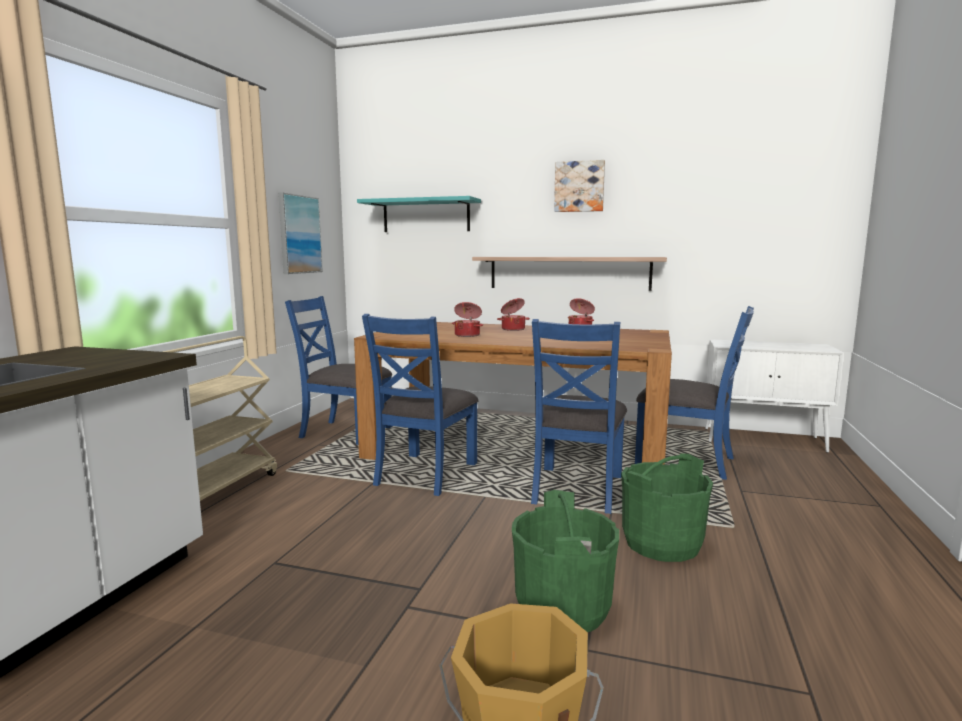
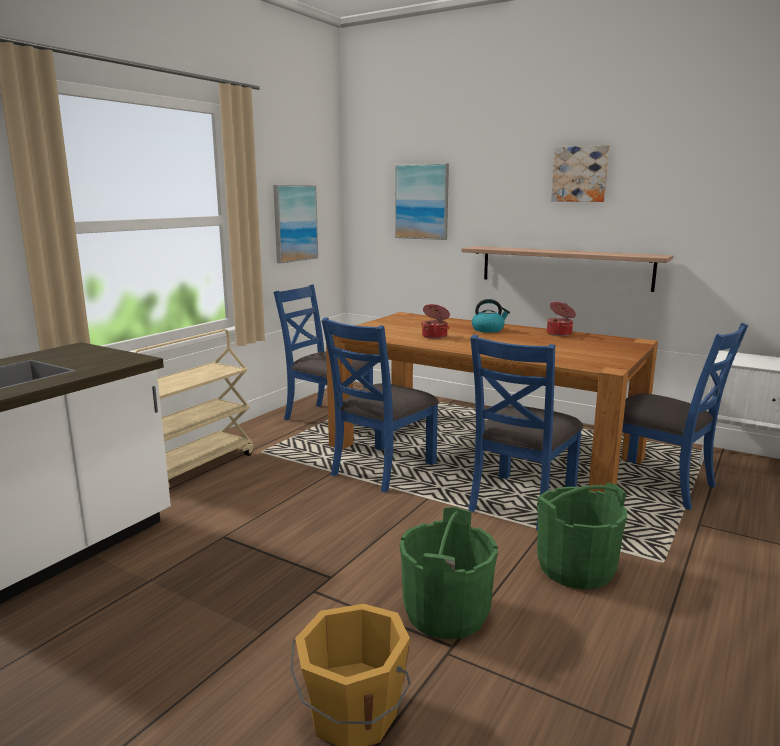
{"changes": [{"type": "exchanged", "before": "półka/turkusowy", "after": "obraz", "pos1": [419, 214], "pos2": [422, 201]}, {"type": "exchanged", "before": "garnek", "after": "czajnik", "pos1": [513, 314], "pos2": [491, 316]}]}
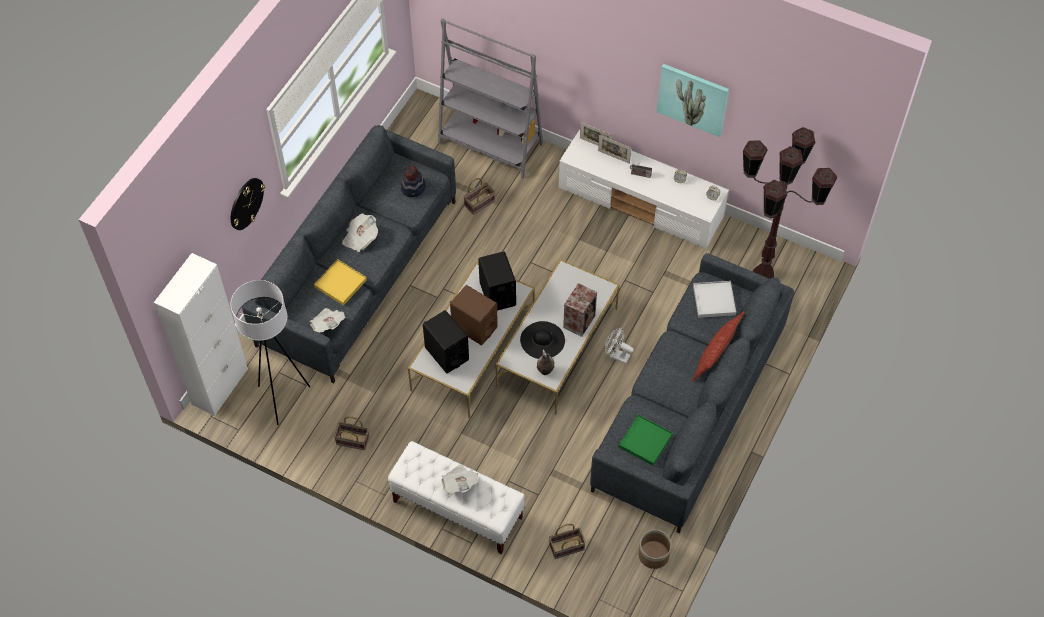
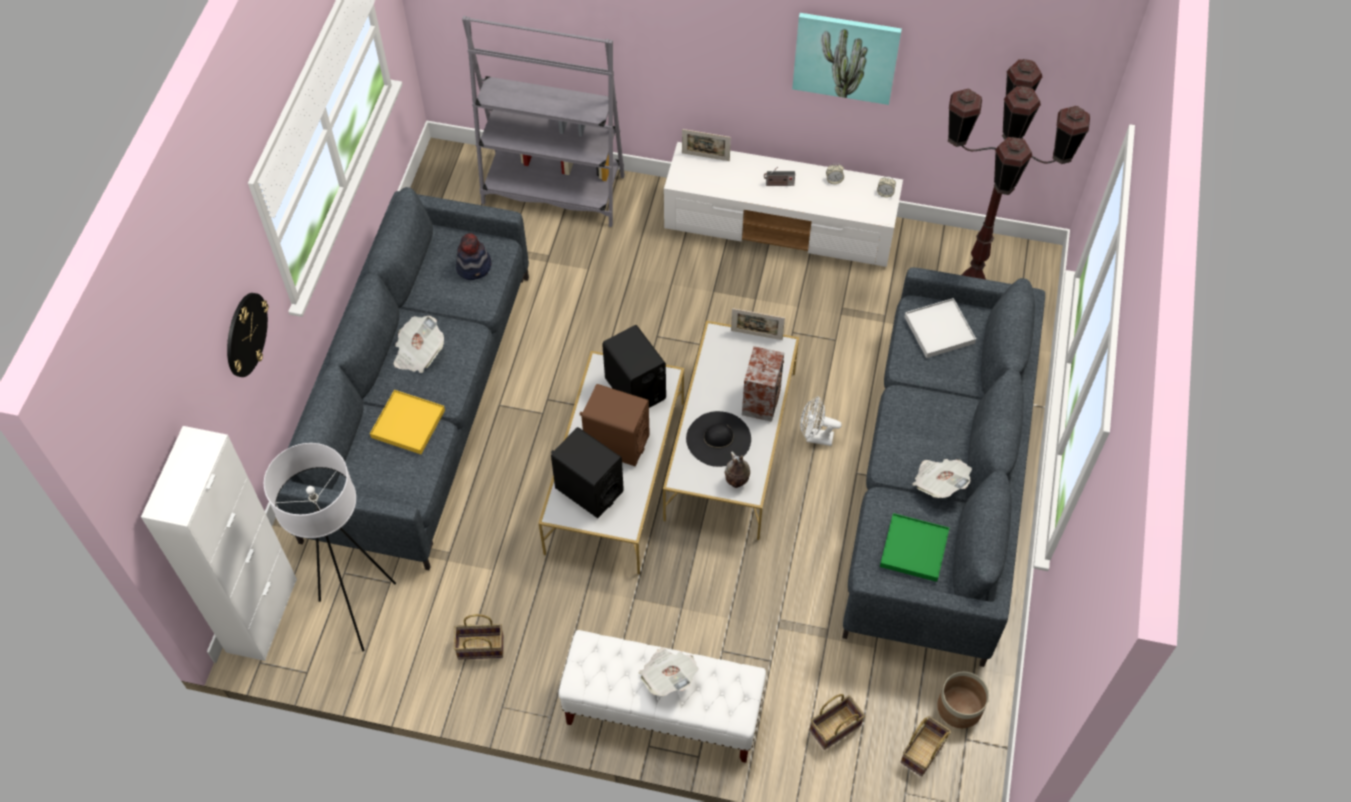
{"changes": [{"type": "relocated", "before": "gazeta", "pos1": [327, 320], "pos2": [942, 478]}, {"type": "relocated", "before": "koszyk", "pos1": [479, 196], "pos2": [926, 746]}, {"type": "relocated", "before": "ramka na zdjęcie", "pos1": [614, 149], "pos2": [758, 324]}, {"type": "missing", "before": "poduszka", "pos1": [717, 346]}]}
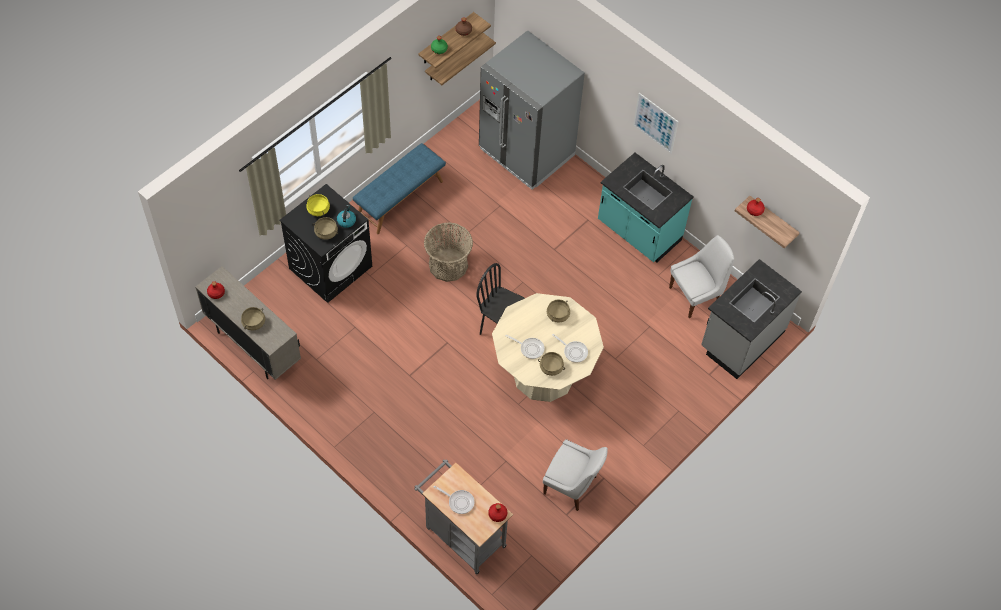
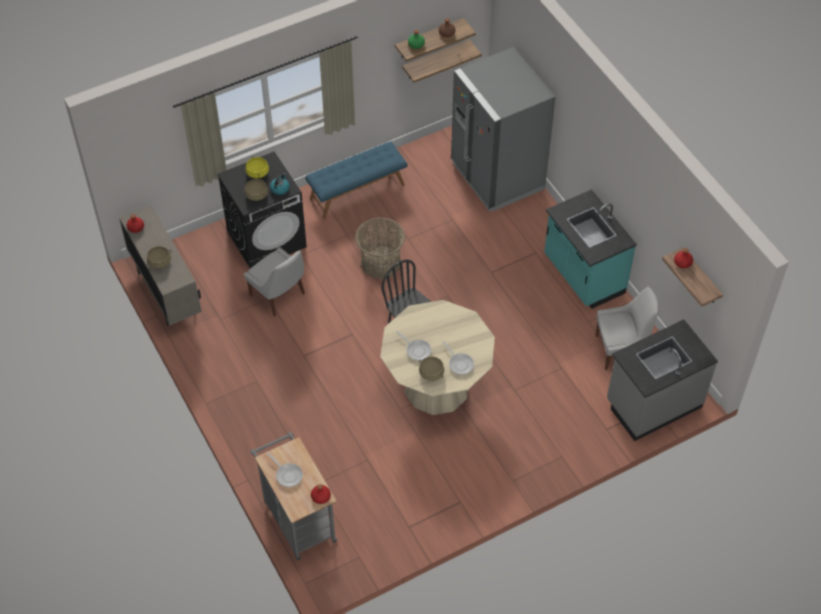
{"changes": [{"type": "relocated", "before": "krzesło/biały", "pos1": [575, 475], "pos2": [274, 281]}, {"type": "missing", "before": "garnek/beżowy", "pos1": [558, 311]}, {"type": "missing", "before": "obraz", "pos1": [656, 123]}]}
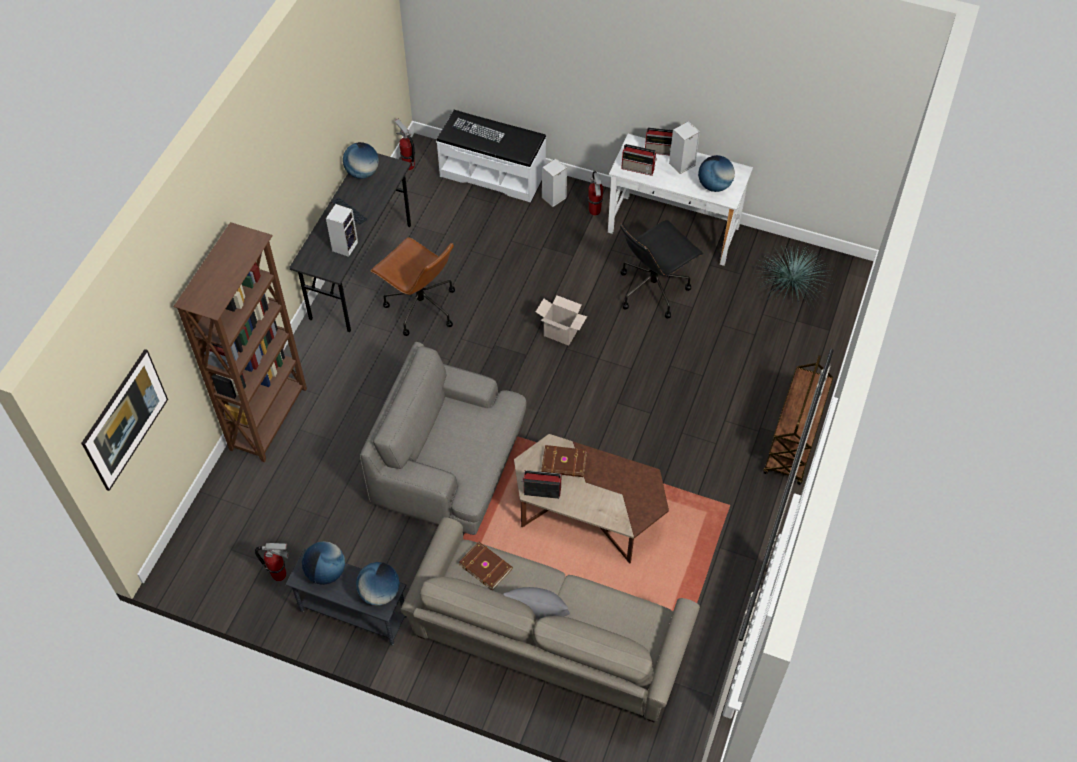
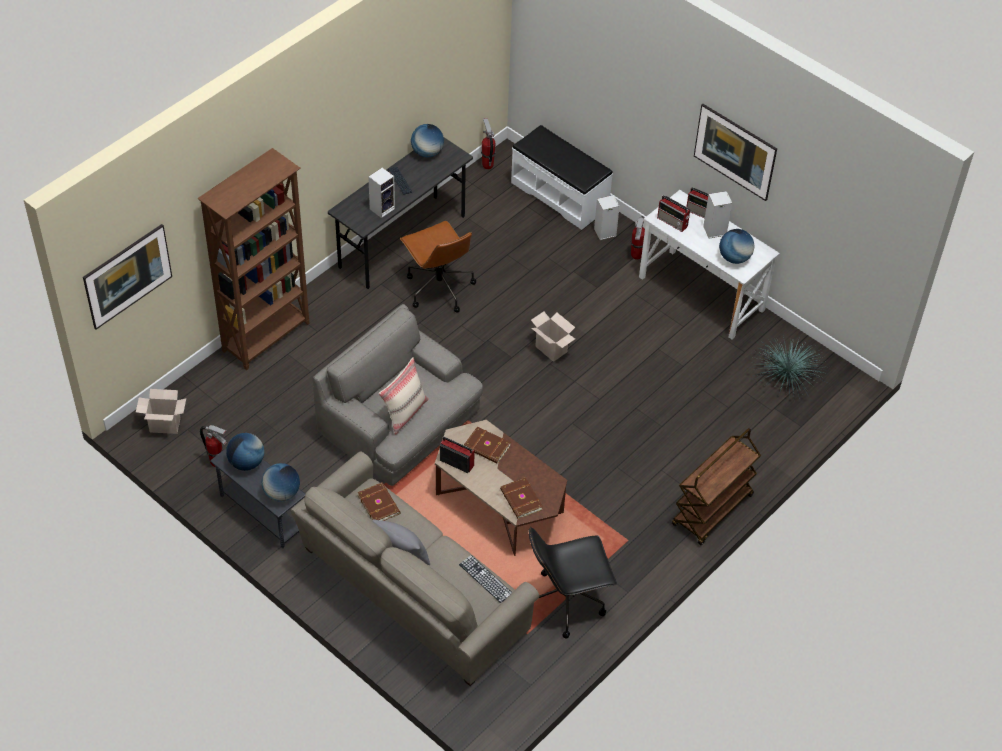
{"changes": [{"type": "relocated", "before": "klawiatura", "pos1": [478, 130], "pos2": [485, 579]}, {"type": "relocated", "before": "krzesło biurowe/czarny", "pos1": [661, 269], "pos2": [573, 583]}, {"type": "appeared", "after": "karton", "pos2": [161, 411]}, {"type": "appeared", "after": "poduszka/beżowy", "pos2": [404, 396]}, {"type": "appeared", "after": "książka/brązowy", "pos2": [521, 498]}, {"type": "appeared", "after": "obraz", "pos2": [735, 152]}]}
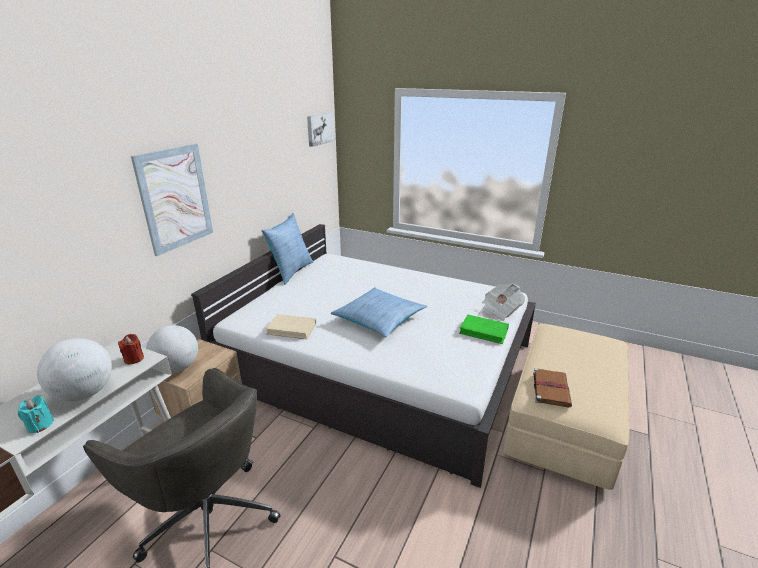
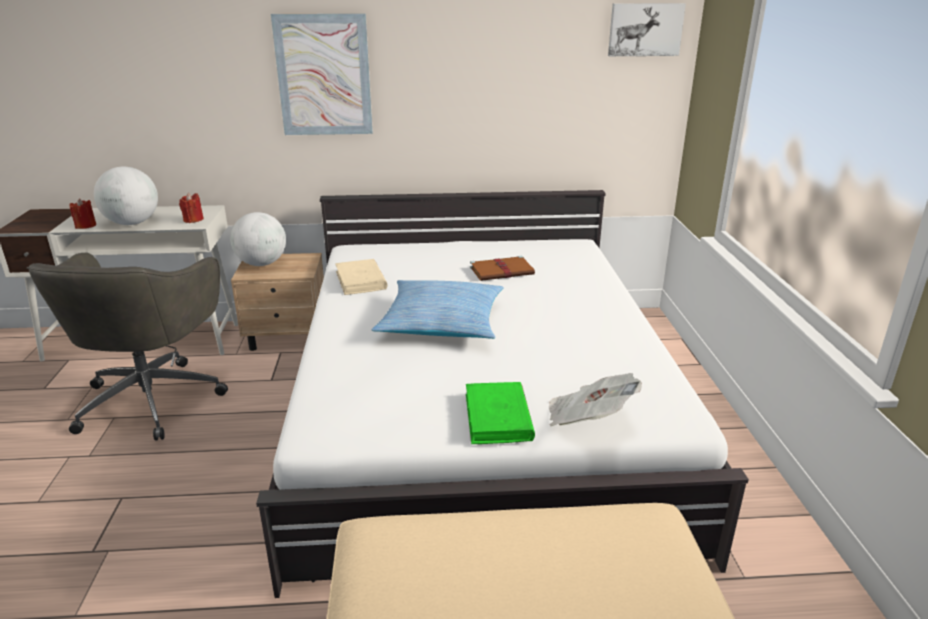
{"changes": [{"type": "colour", "before": "świeca/turkusowy", "after": "świeca/czerwony", "pos1": [36, 414], "pos2": [82, 213]}, {"type": "missing", "before": "poduszka", "pos1": [287, 249]}, {"type": "relocated", "before": "książka/brązowy", "pos1": [552, 387], "pos2": [502, 268]}]}
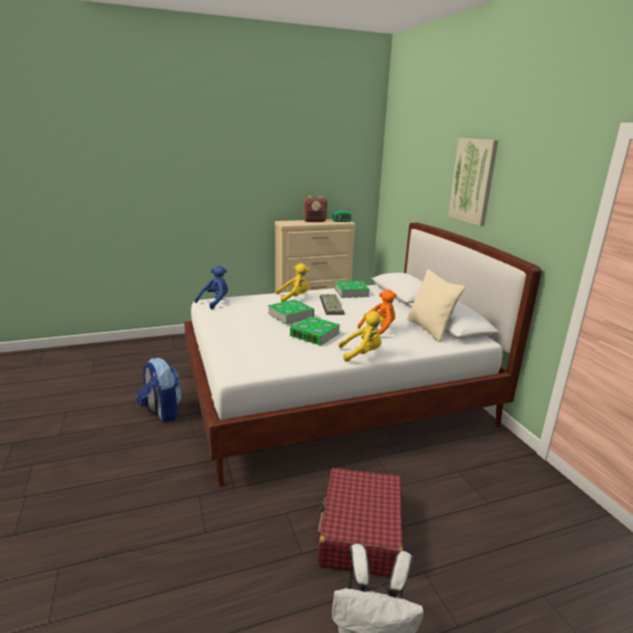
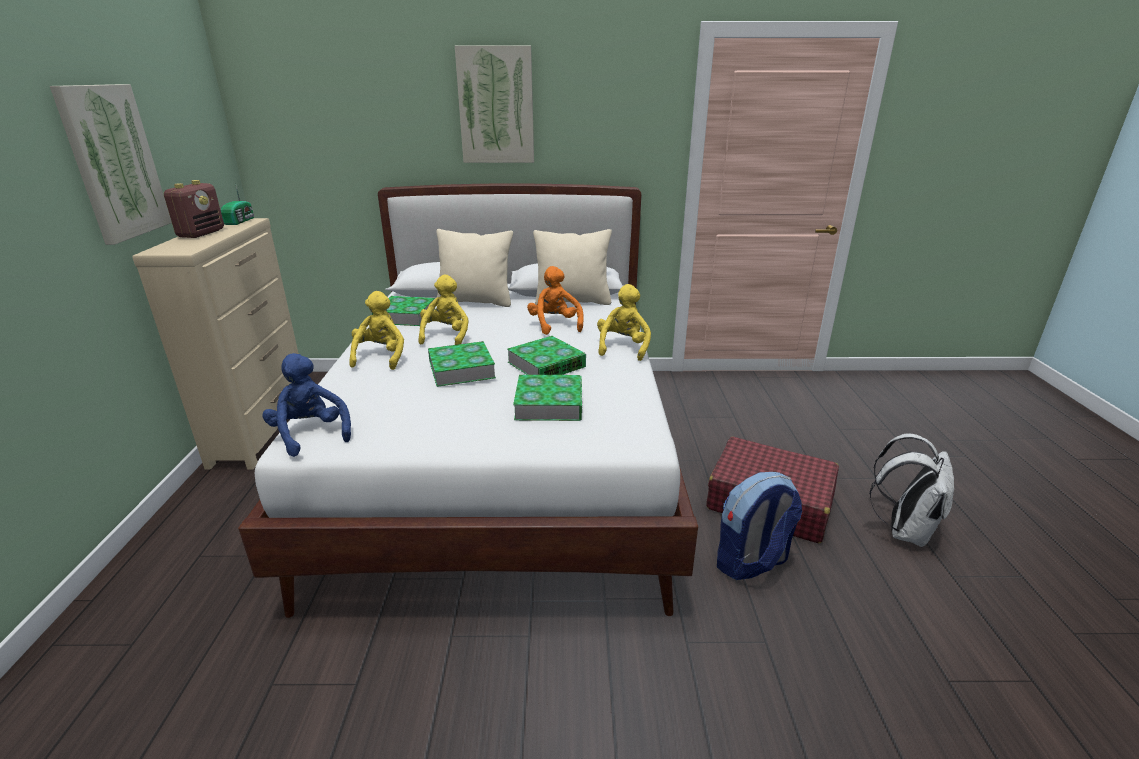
{"changes": [{"type": "relocated", "before": "plecak", "pos1": [159, 390], "pos2": [759, 526]}, {"type": "exchanged", "before": "klawiatura", "after": "pluszak/żółty", "pos1": [332, 304], "pos2": [443, 309]}, {"type": "appeared", "after": "obraz", "pos2": [111, 164]}, {"type": "appeared", "after": "poduszka/beżowy", "pos2": [475, 268]}, {"type": "appeared", "after": "książka", "pos2": [547, 398]}]}
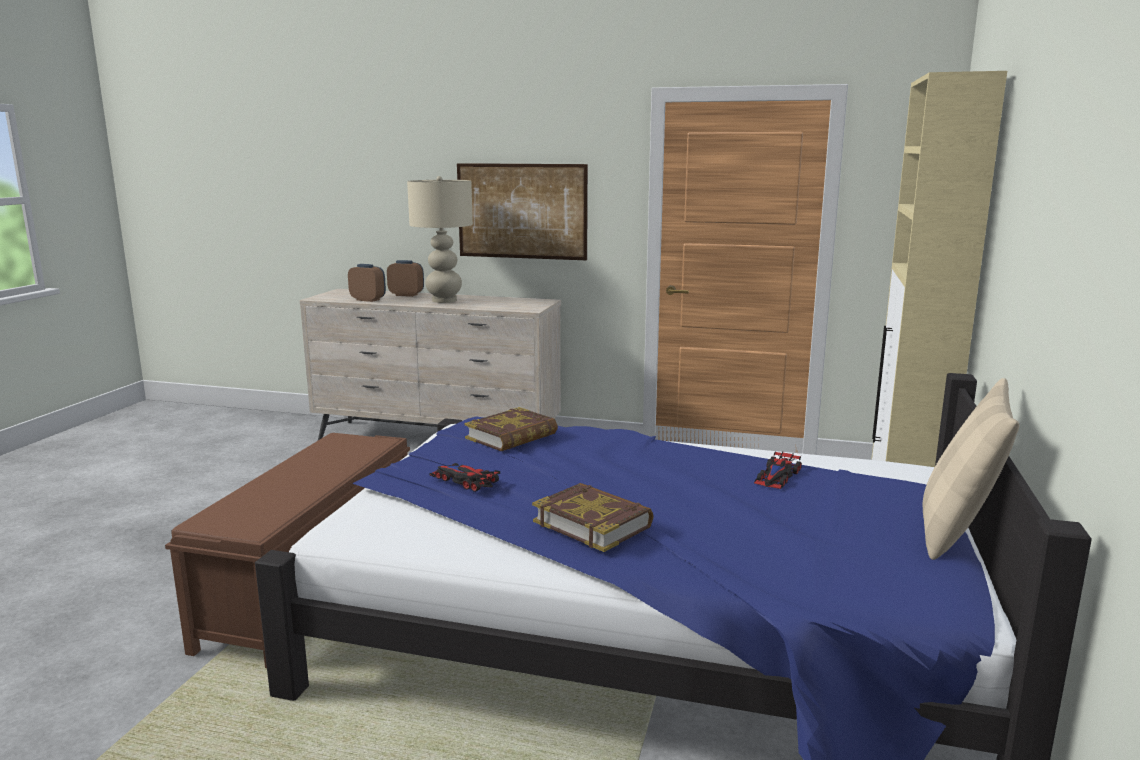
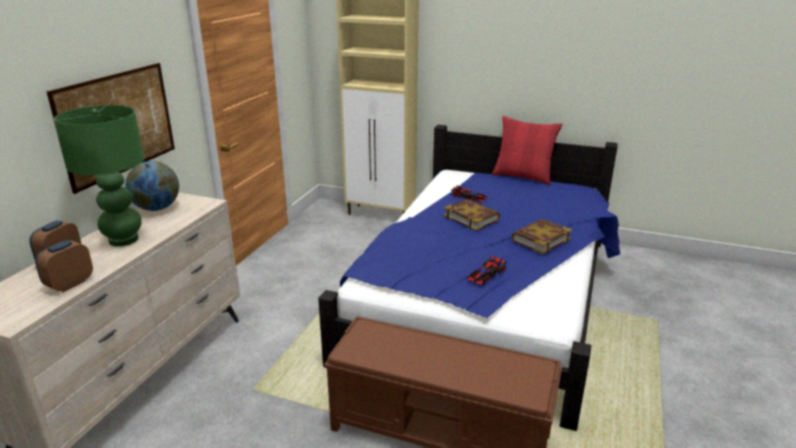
{"changes": [{"type": "colour", "before": "lampa stołowa/beżowy", "after": "lampa stołowa/zielony", "pos1": [440, 239], "pos2": [98, 175]}, {"type": "relocated", "before": "książka", "pos1": [511, 429], "pos2": [472, 215]}, {"type": "colour", "before": "poduszka/beżowy", "after": "poduszka/czerwony", "pos1": [971, 469], "pos2": [527, 150]}, {"type": "appeared", "after": "globus", "pos2": [152, 186]}]}
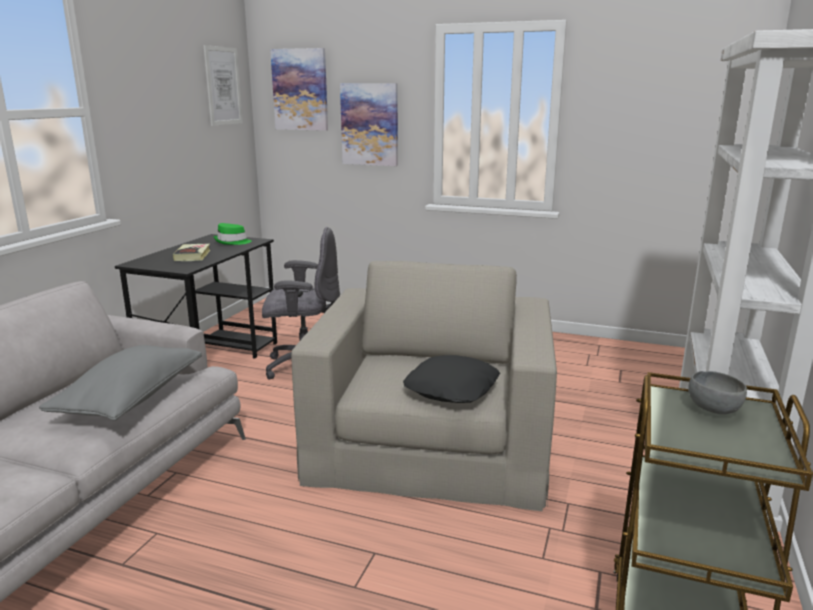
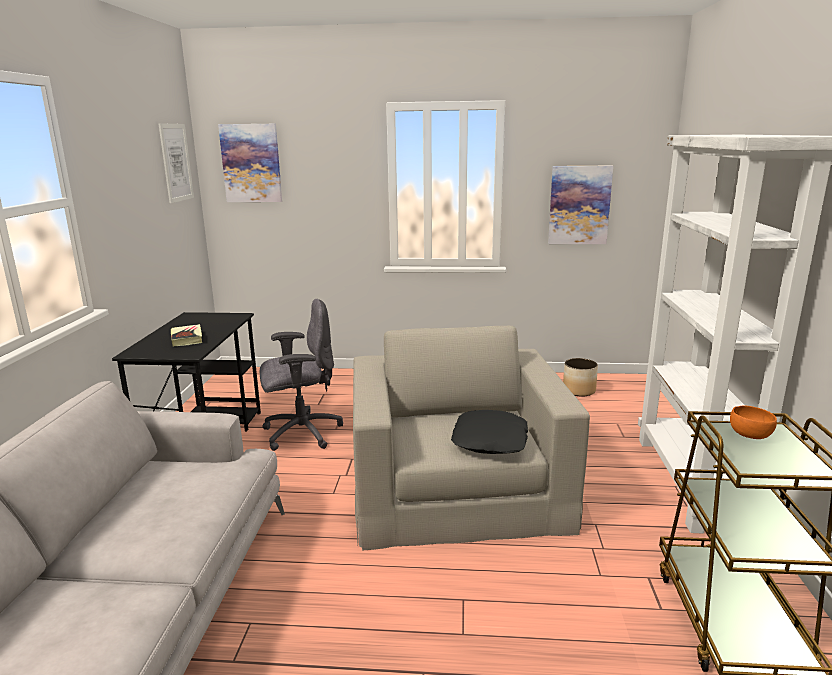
{"changes": [{"type": "missing", "before": "poduszka/szary", "pos1": [120, 383]}, {"type": "missing", "before": "kapelusz/zielony", "pos1": [233, 234]}, {"type": "relocated", "before": "obraz", "pos1": [369, 124], "pos2": [580, 205]}, {"type": "colour", "before": "miska/szary", "after": "miska/pomarańczowy", "pos1": [718, 392], "pos2": [753, 422]}, {"type": "appeared", "after": "donica", "pos2": [580, 377]}]}
